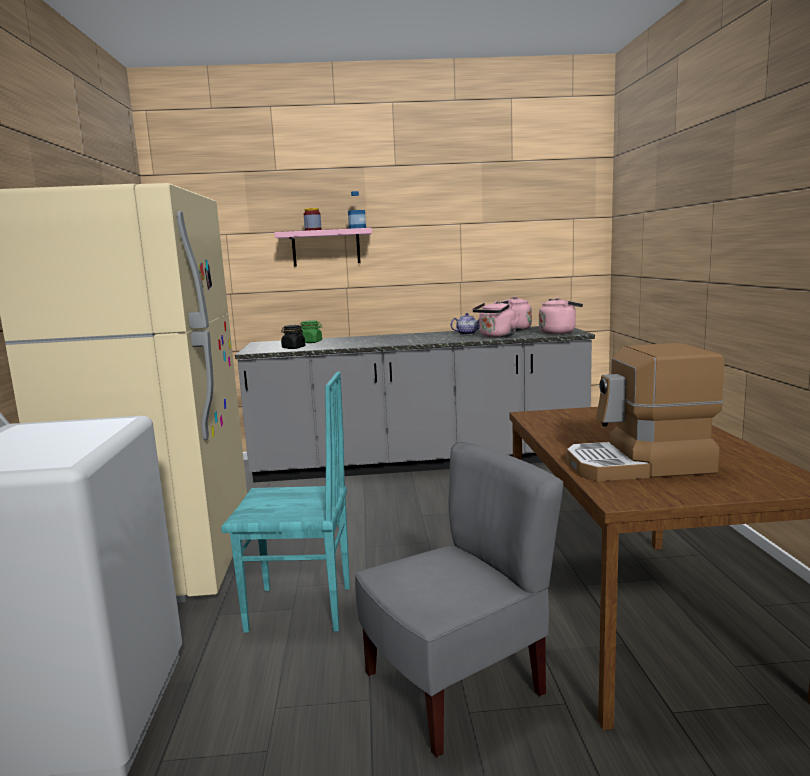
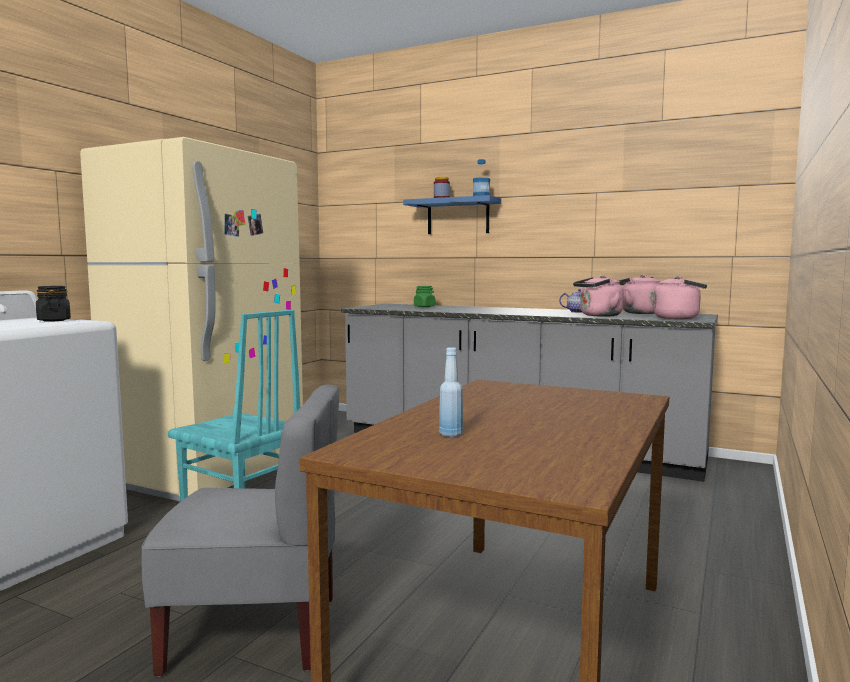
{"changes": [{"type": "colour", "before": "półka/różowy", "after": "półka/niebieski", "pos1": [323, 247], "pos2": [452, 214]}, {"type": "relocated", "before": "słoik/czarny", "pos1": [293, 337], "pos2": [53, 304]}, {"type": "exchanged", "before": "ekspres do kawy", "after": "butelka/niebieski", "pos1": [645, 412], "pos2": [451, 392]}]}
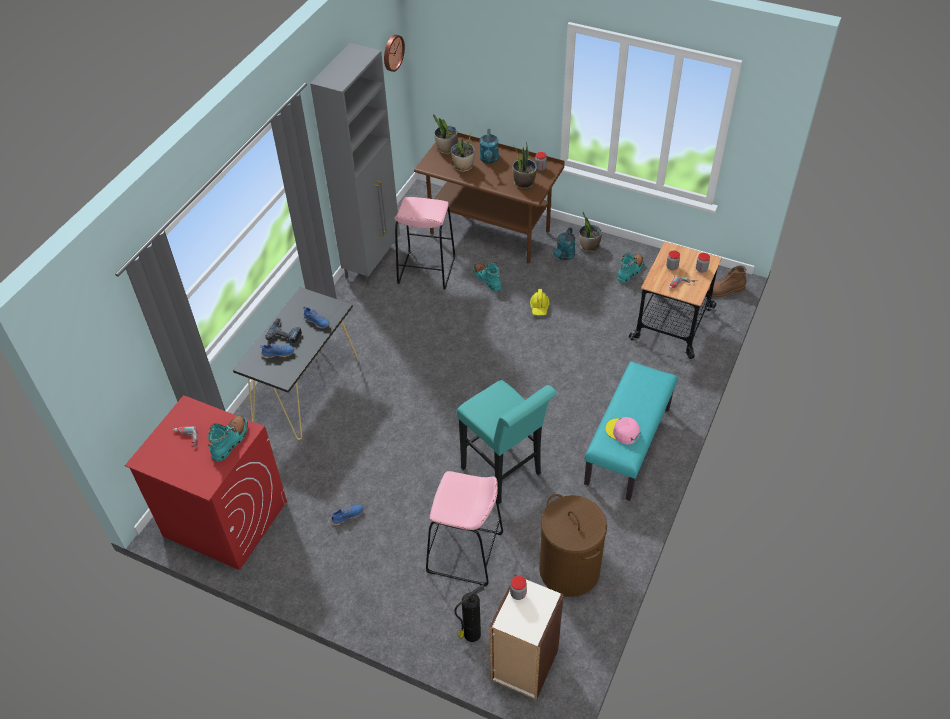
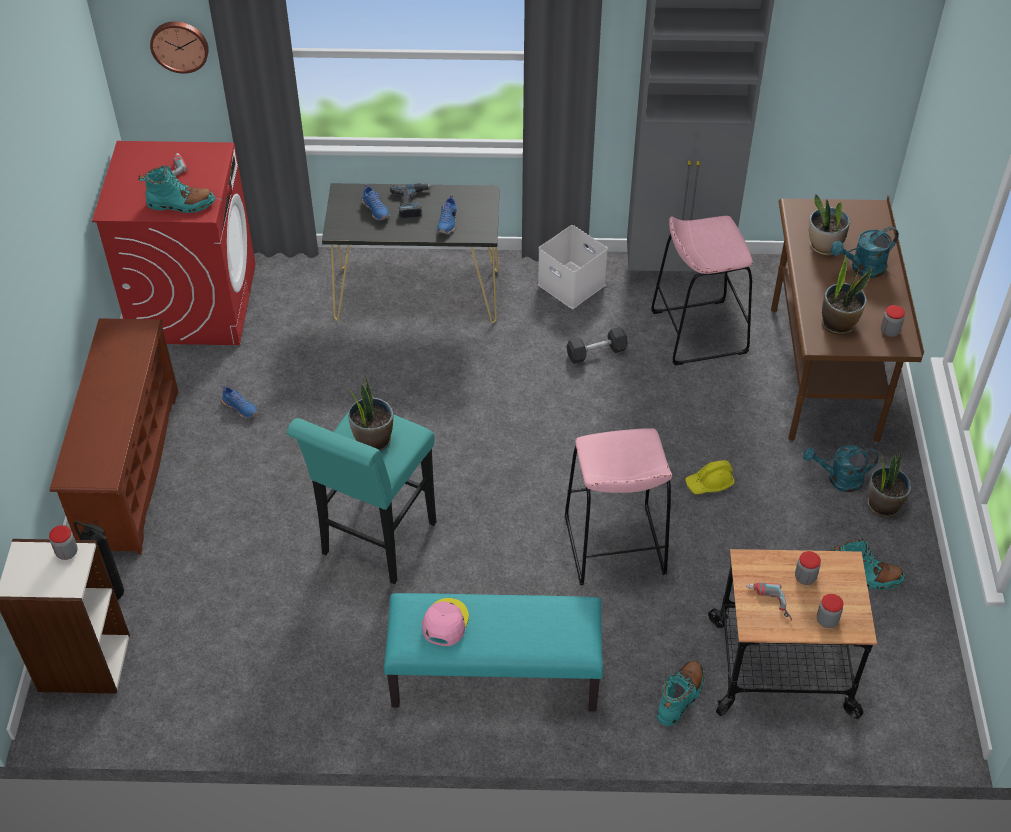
{"changes": [{"type": "relocated", "before": "zegar ścienny", "pos1": [394, 53], "pos2": [179, 47]}, {"type": "relocated", "before": "stołek/różowy", "pos1": [464, 528], "pos2": [618, 506]}, {"type": "relocated", "before": "roślina doniczkowa", "pos1": [445, 134], "pos2": [370, 412]}, {"type": "relocated", "before": "but z cholewką/turkusowy", "pos1": [487, 277], "pos2": [680, 693]}, {"type": "missing", "before": "kosz na pranie/brązowy", "pos1": [573, 545]}, {"type": "missing", "before": "but z cholewką/brązowy", "pos1": [727, 281]}, {"type": "appeared", "after": "regał na buty/brązowy", "pos2": [114, 436]}, {"type": "appeared", "after": "pojemnik do przechowywania/biały", "pos2": [573, 267]}, {"type": "appeared", "after": "hantel/szary", "pos2": [597, 345]}]}
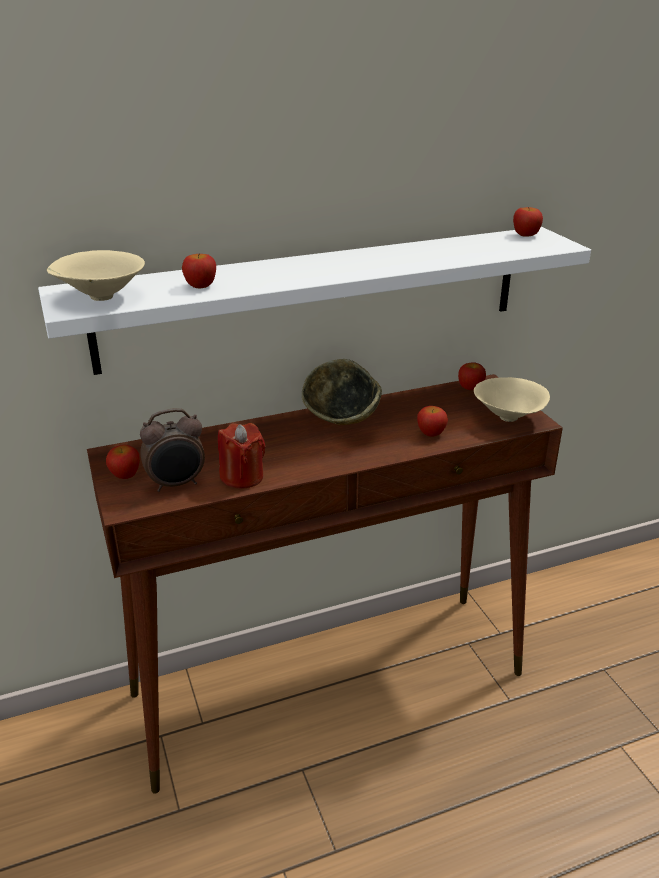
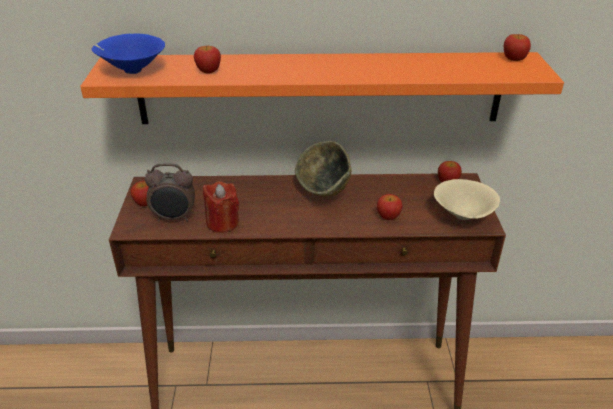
{"changes": [{"type": "colour", "before": "półka/biały", "after": "półka/pomarańczowy", "pos1": [314, 301], "pos2": [322, 88]}, {"type": "colour", "before": "miska/beżowy", "after": "miska/niebieski", "pos1": [96, 275], "pos2": [128, 53]}]}
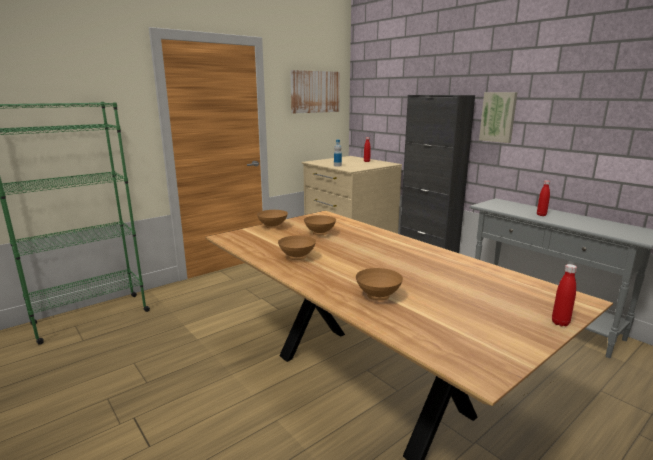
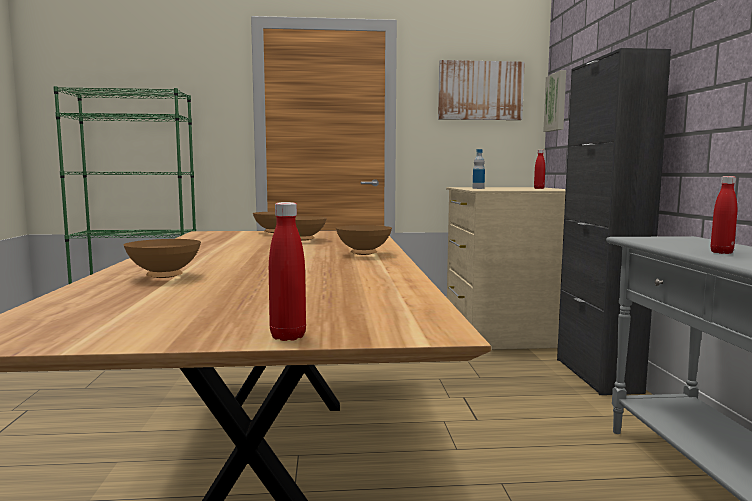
{"changes": [{"type": "relocated", "before": "miska/brązowy", "pos1": [297, 247], "pos2": [364, 240]}, {"type": "relocated", "before": "obraz", "pos1": [498, 117], "pos2": [554, 101]}]}
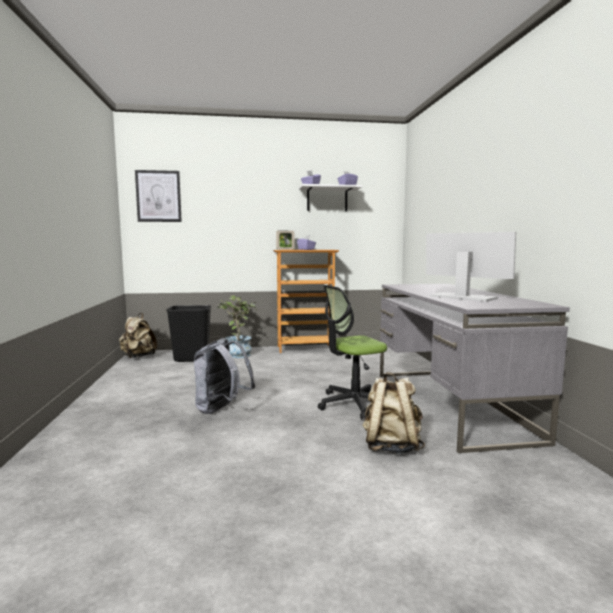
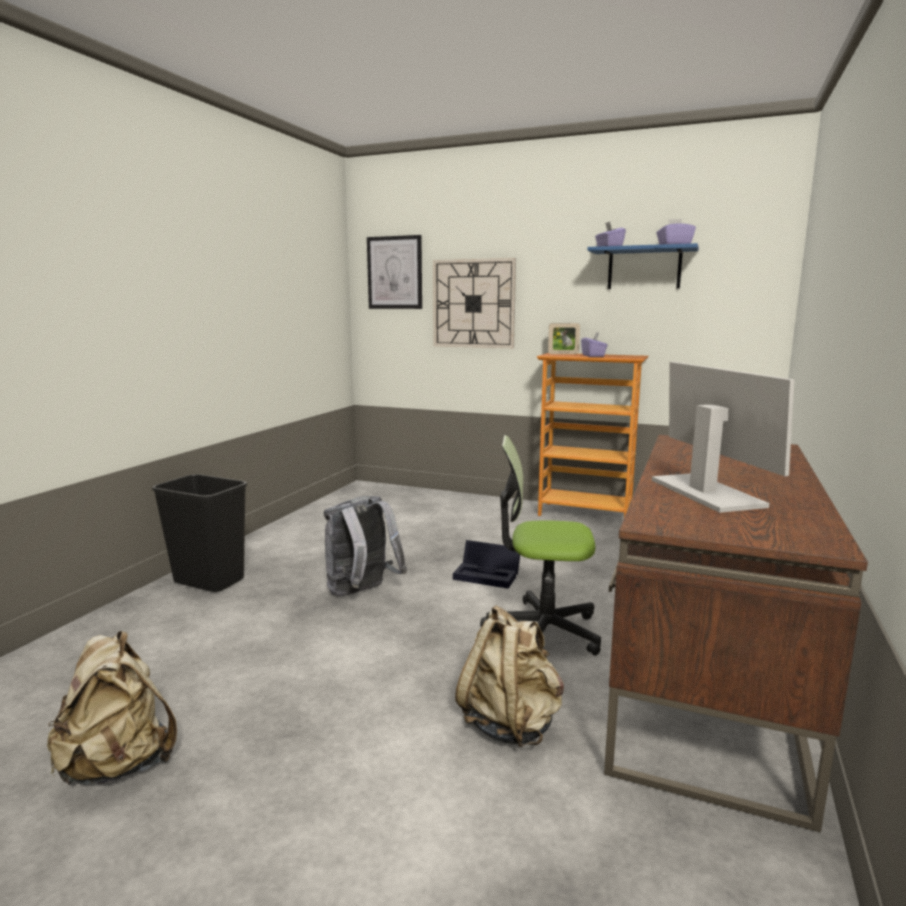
{"changes": [{"type": "relocated", "before": "plecak/beżowy", "pos1": [138, 335], "pos2": [112, 708]}, {"type": "relocated", "before": "kosz na śmieci/czarny", "pos1": [188, 333], "pos2": [199, 533]}, {"type": "missing", "before": "roślina doniczkowa", "pos1": [237, 326]}, {"type": "colour", "before": "półka/biały", "after": "półka/niebieski", "pos1": [331, 197], "pos2": [643, 266]}, {"type": "colour", "before": "biurko/szary", "after": "biurko/brązowy", "pos1": [475, 368], "pos2": [736, 634]}, {"type": "appeared", "after": "zegar ścienny", "pos2": [474, 303]}, {"type": "appeared", "after": "pojemnik do przechowywania/czarny", "pos2": [486, 564]}]}
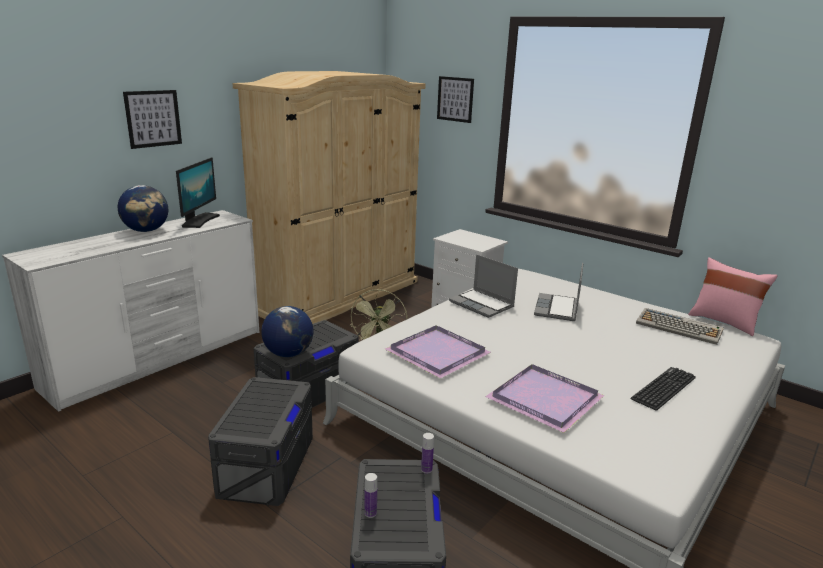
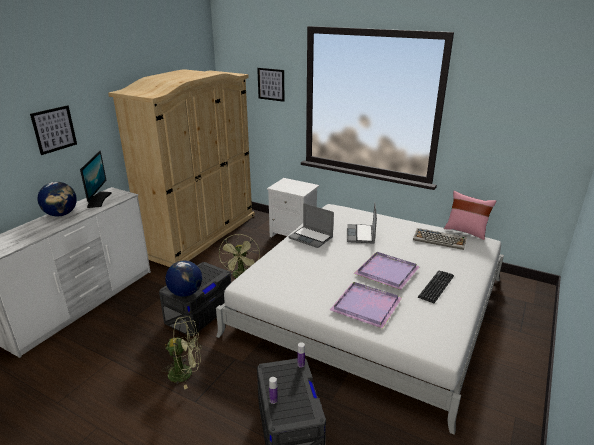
{"changes": [{"type": "exchanged", "before": "pojemnik do przechowywania/szary", "after": "wentylator/zielony", "pos1": [260, 441], "pos2": [181, 352]}, {"type": "relocated", "before": "taca/fioletowy", "pos1": [438, 351], "pos2": [387, 271]}]}
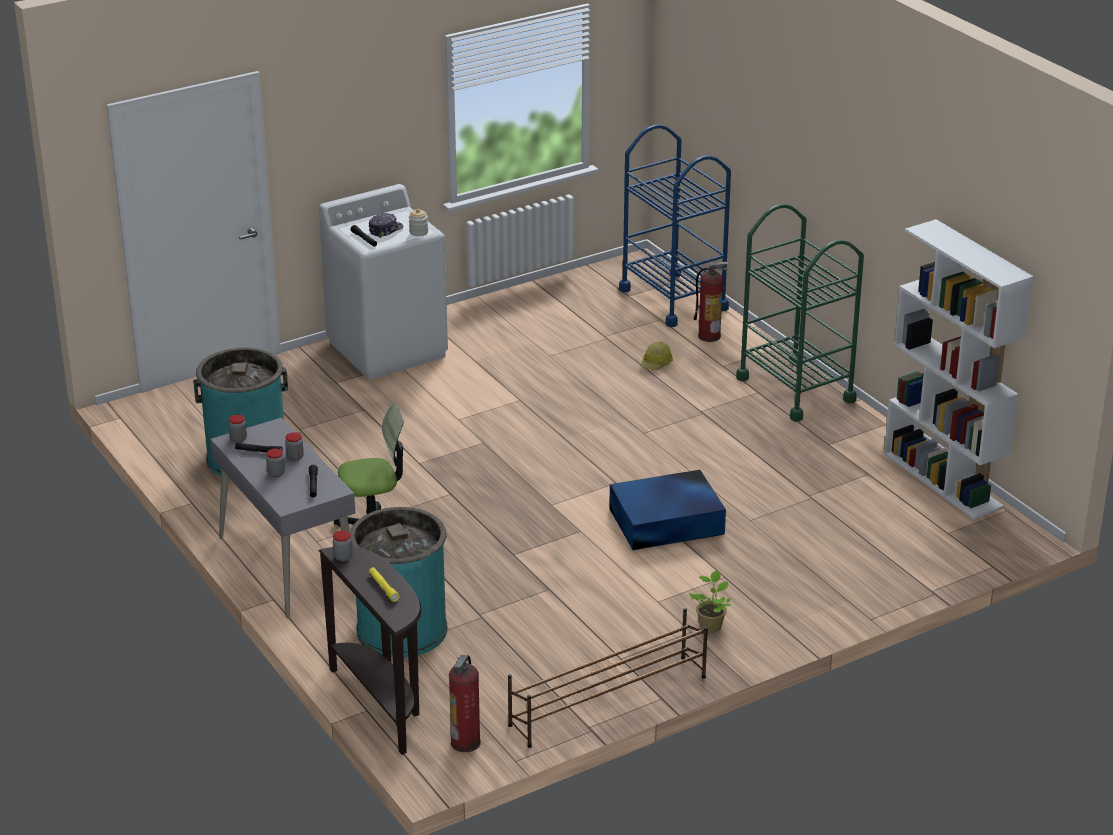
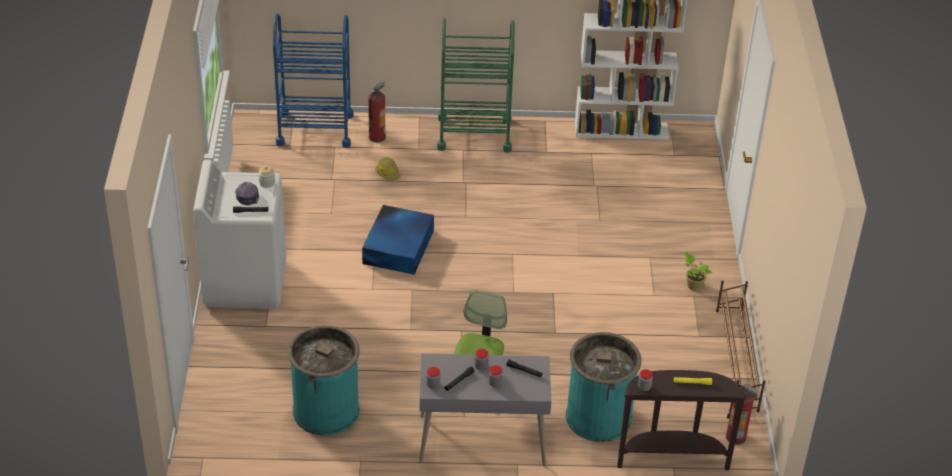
{"changes": [{"type": "relocated", "before": "pojemnik do przechowywania/niebieski", "pos1": [667, 510], "pos2": [398, 240]}]}
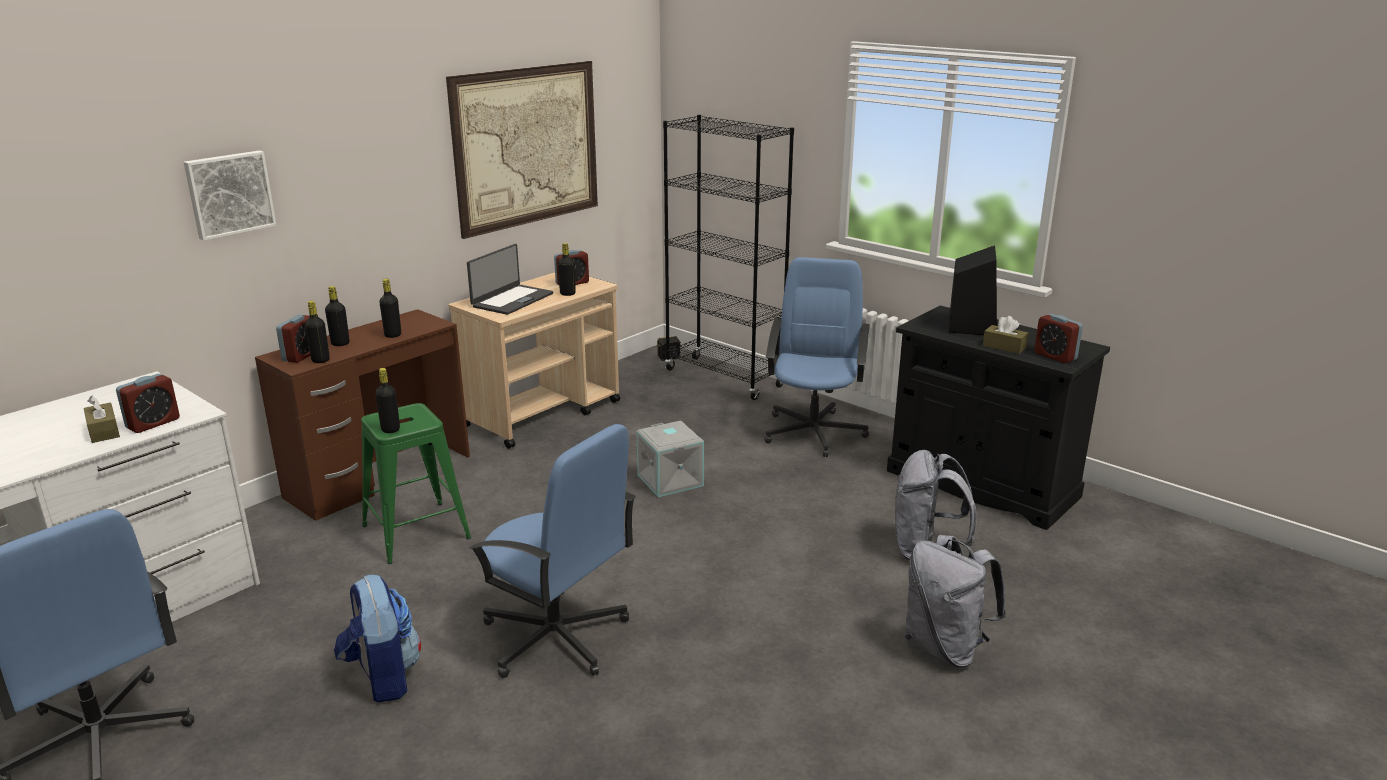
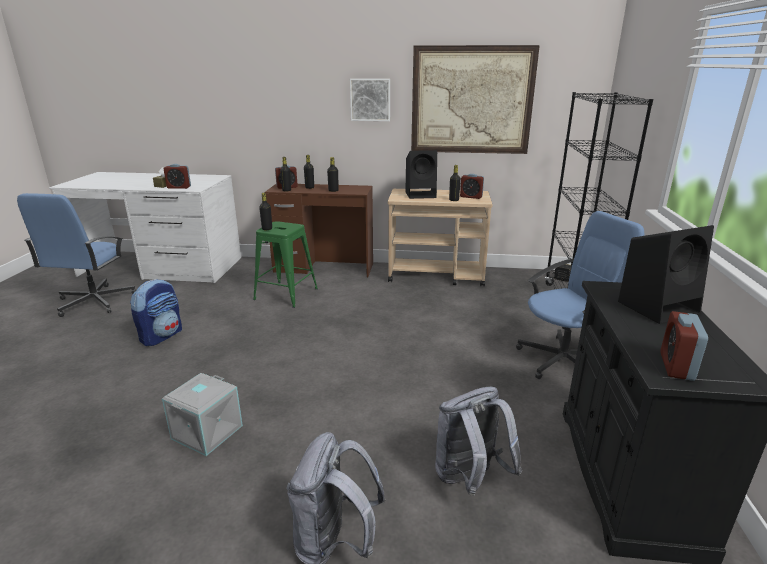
{"changes": [{"type": "relocated", "before": "obraz", "pos1": [230, 196], "pos2": [370, 100]}, {"type": "exchanged", "before": "laptop", "after": "głośnik/czarny", "pos1": [510, 279], "pos2": [421, 174]}, {"type": "missing", "before": "krzesło biurowe/niebieski", "pos1": [552, 551]}, {"type": "relocated", "before": "pojemnik do przechowywania/szary", "pos1": [670, 459], "pos2": [202, 414]}, {"type": "missing", "before": "pudełko chusteczek/brązowy", "pos1": [1005, 335]}]}
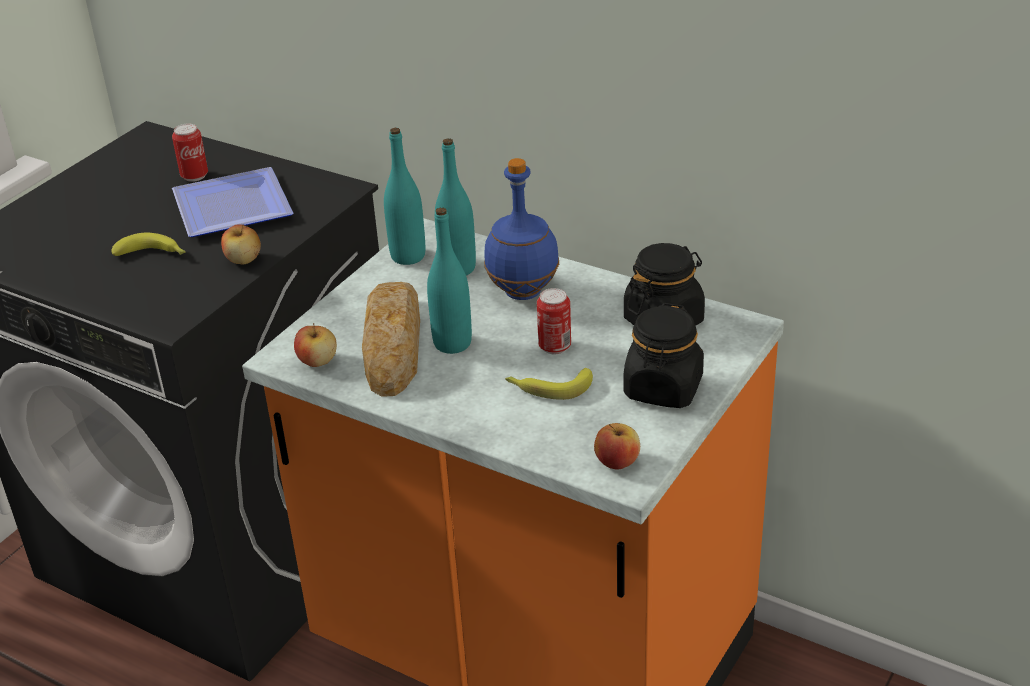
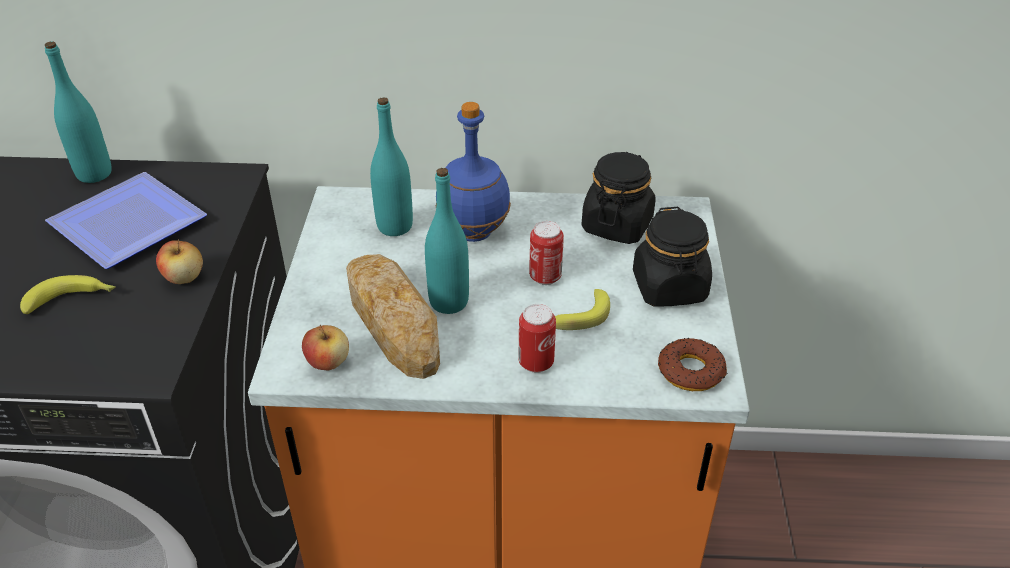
{"changes": [{"type": "relocated", "before": "puszka", "pos1": [190, 152], "pos2": [537, 338]}, {"type": "relocated", "before": "butelka/turkusowy", "pos1": [404, 196], "pos2": [78, 112]}, {"type": "exchanged", "before": "jabłko", "after": "donut", "pos1": [617, 446], "pos2": [692, 364]}]}
